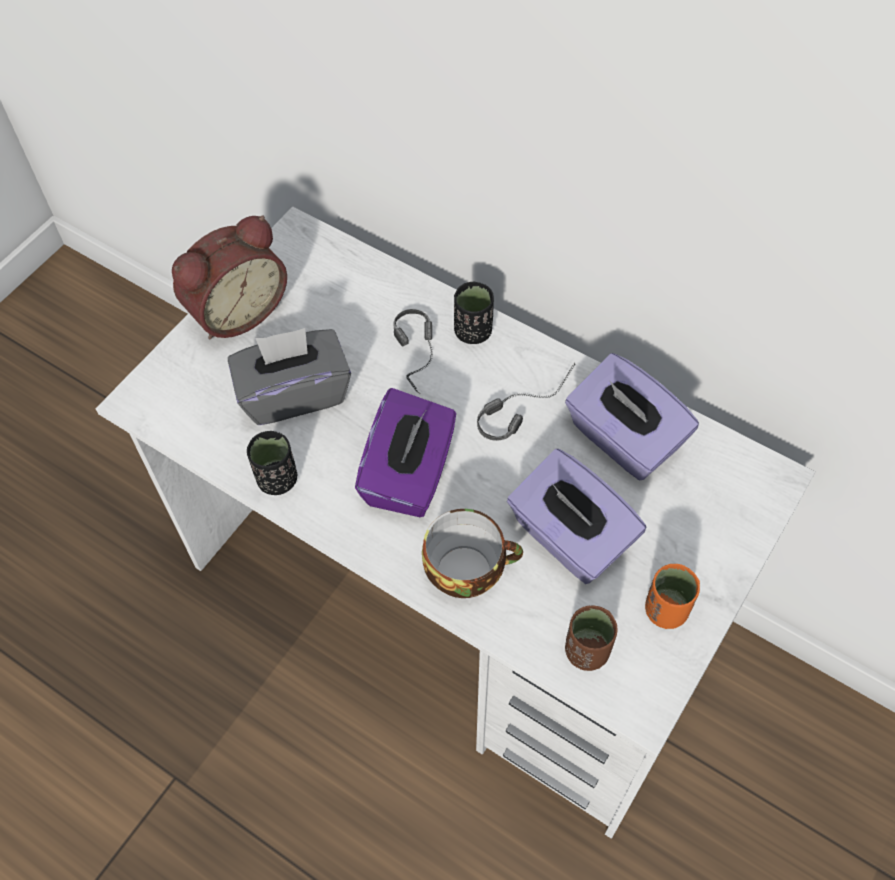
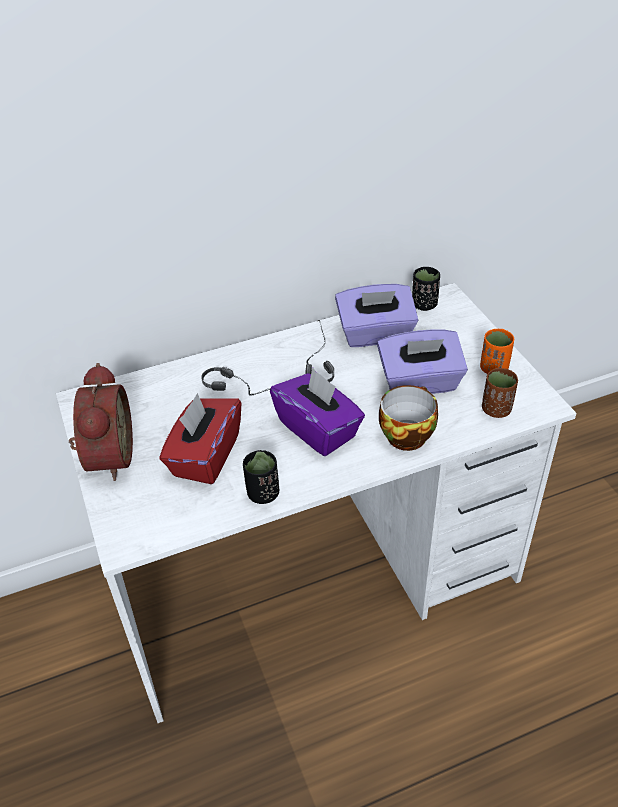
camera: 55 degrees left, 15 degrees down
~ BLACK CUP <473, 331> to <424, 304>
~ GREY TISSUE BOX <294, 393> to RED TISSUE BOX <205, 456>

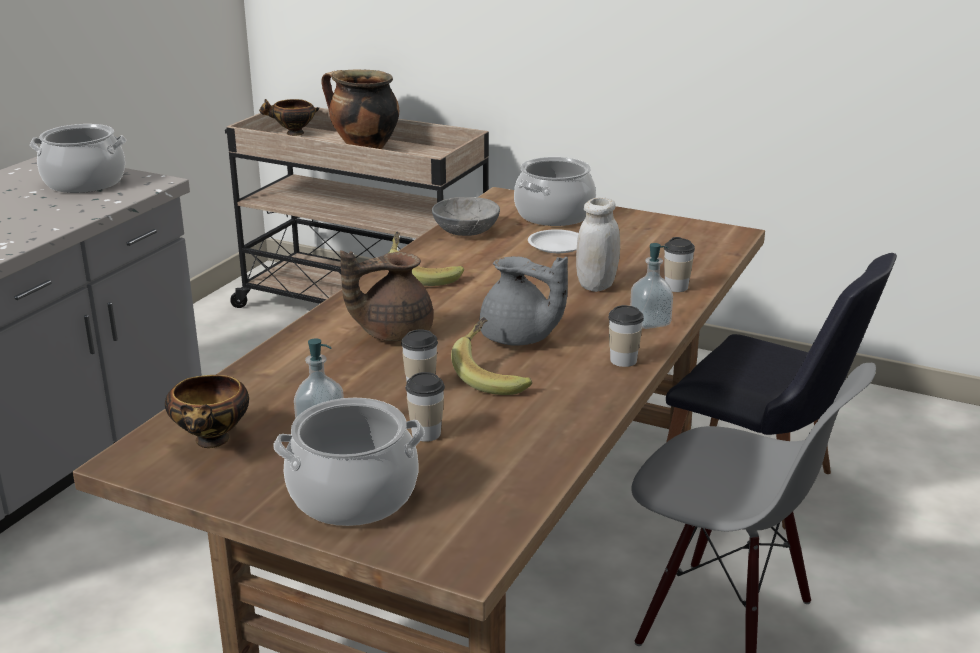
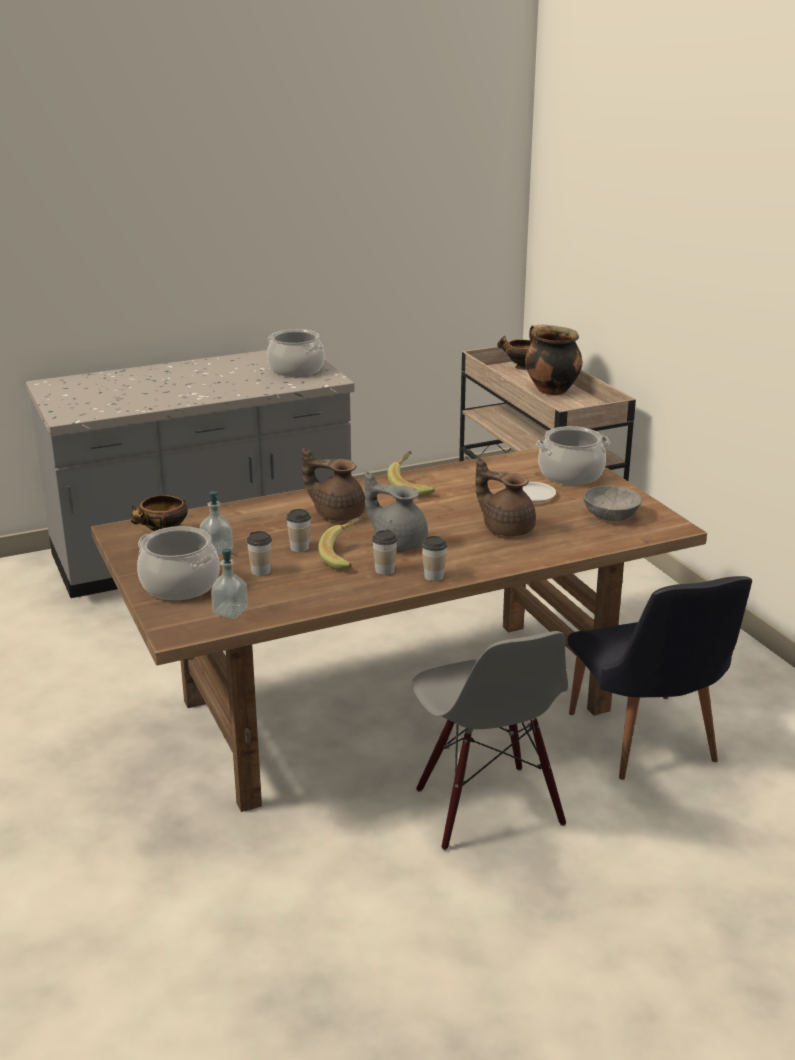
camera: 40 degrees right, 0 degrees up
~ GREY BOWL <465, 231> to <610, 515>
~ SOAP DISPENSER <650, 322> to <230, 612>
~ CUP <676, 287> to <384, 570>
~ WHITE JAR <596, 285> to BROWN TEAPOT <506, 528>
~ GREY TEAPOT <519, 339> = <398, 542> 135 degrees clockwise

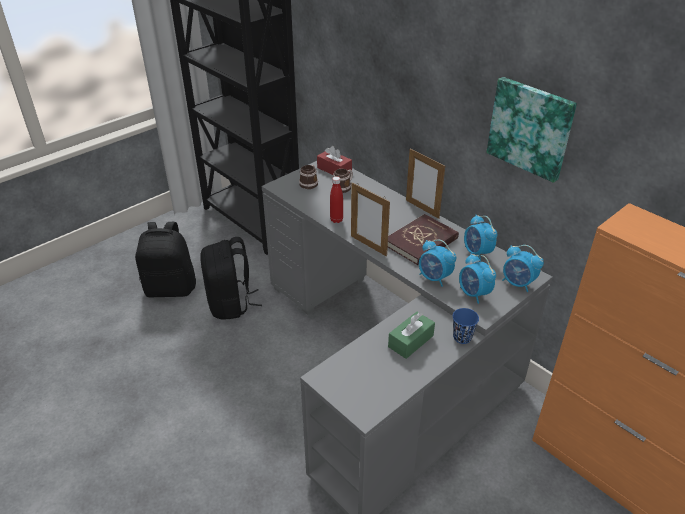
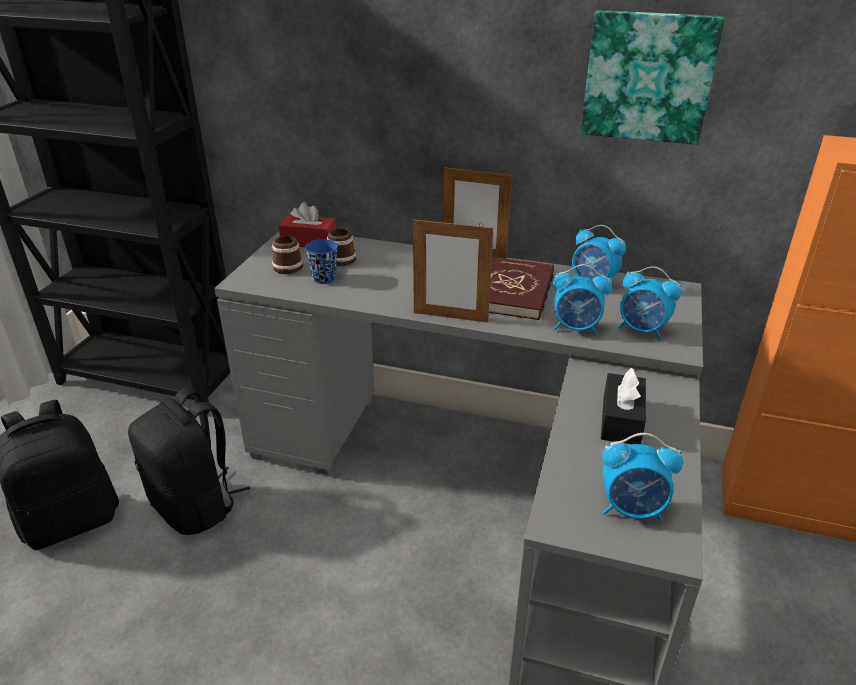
camera: 30 degrees left, 5 degrees down
- RED BOTTLE <336, 220>
~ BLUE CUP <462, 337> to <324, 278>
~ ALARM CLOCK <518, 283> to <632, 509>
~ GREEN TISSUE BOX <410, 341> to BLACK TISSUE BOX <621, 420>

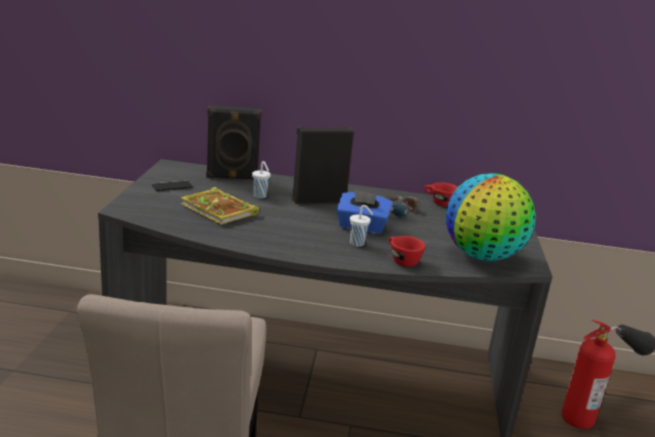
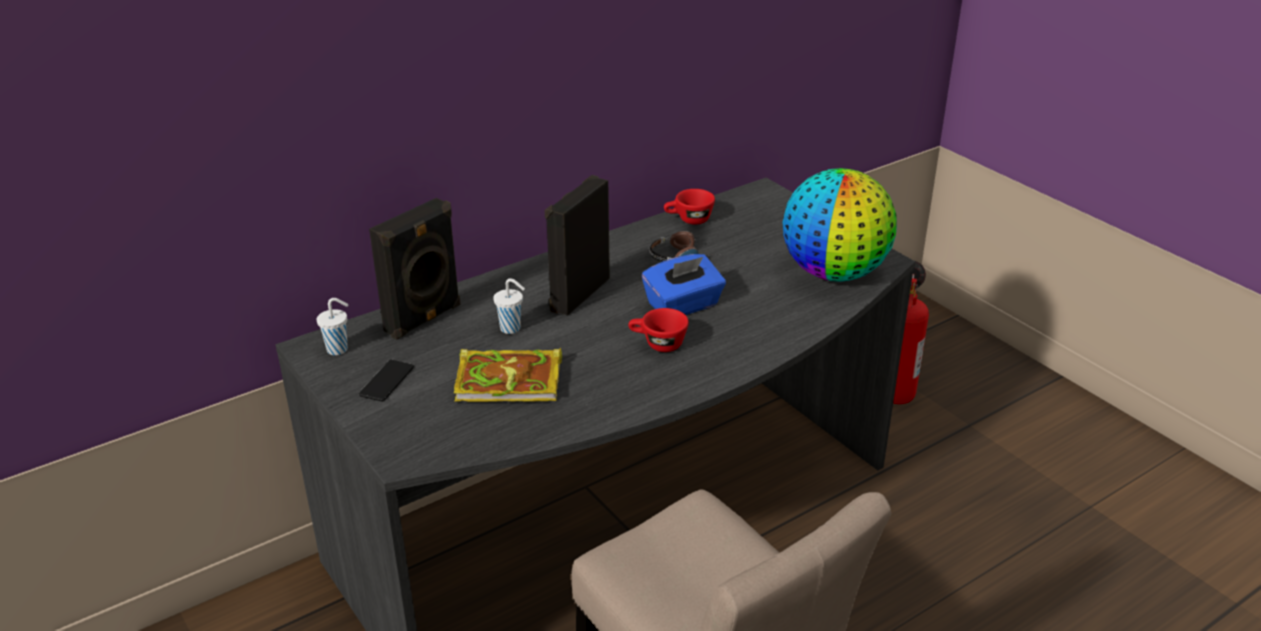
camera: 40 degrees left, 10 degrees up
~ WHITE CUP <358, 244> to <338, 349>
~ RED CUP <401, 260> to <657, 344>

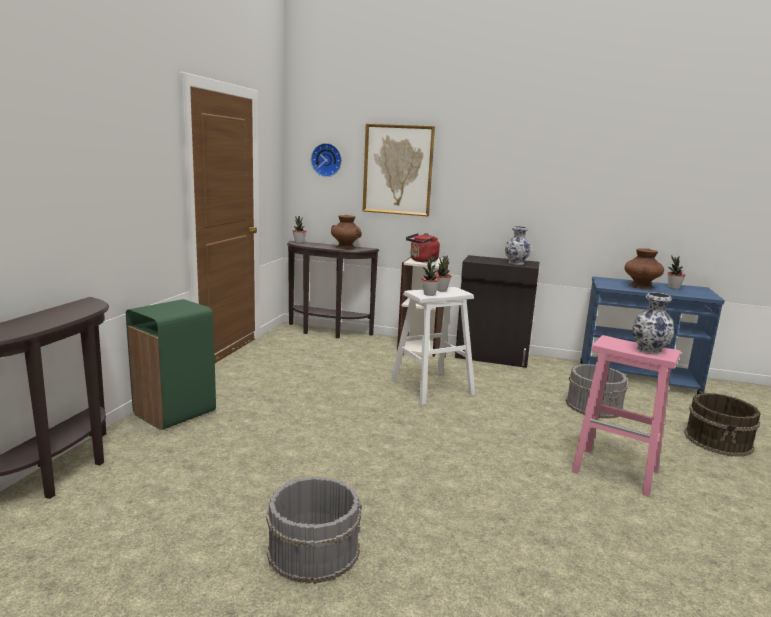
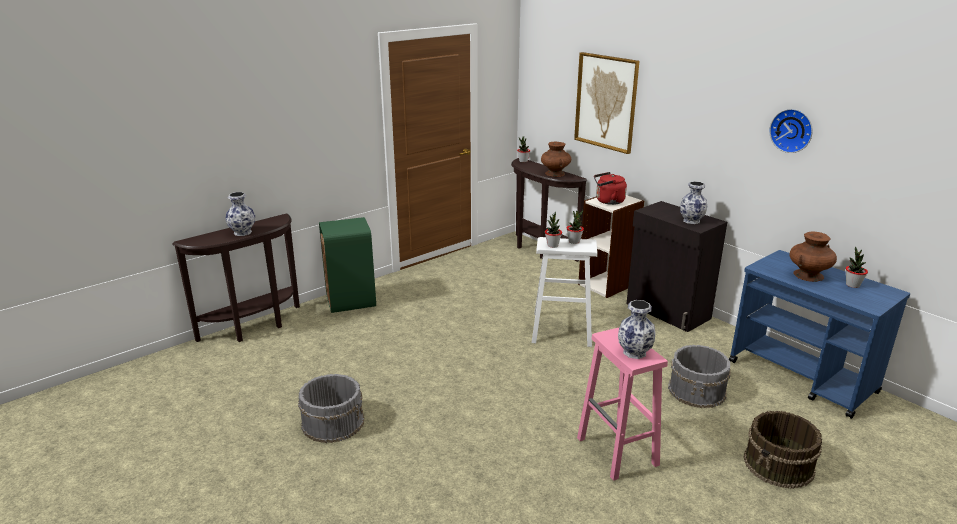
camera: 35 degrees right, 10 degrees up
+ VASE <243, 232>
~ WALL CLOCK <327, 160> to <792, 130>

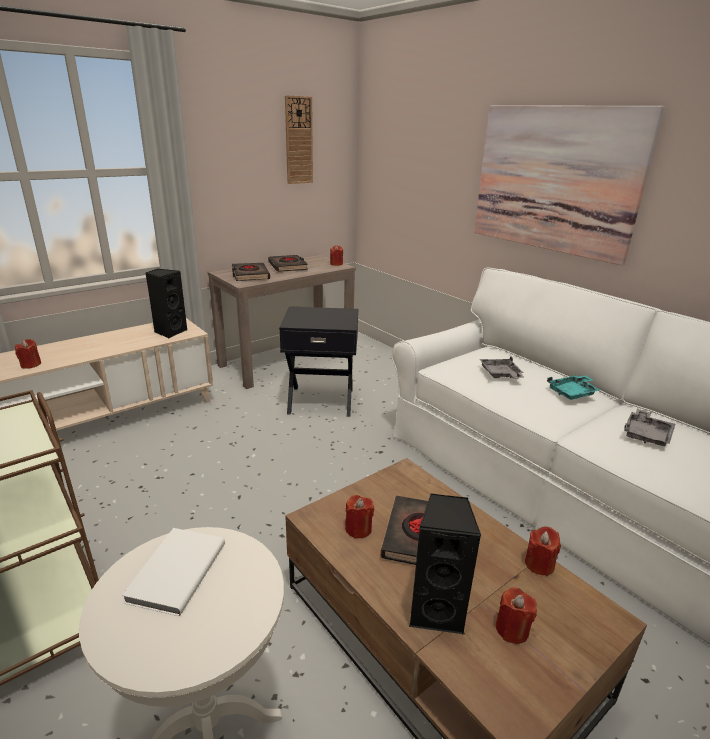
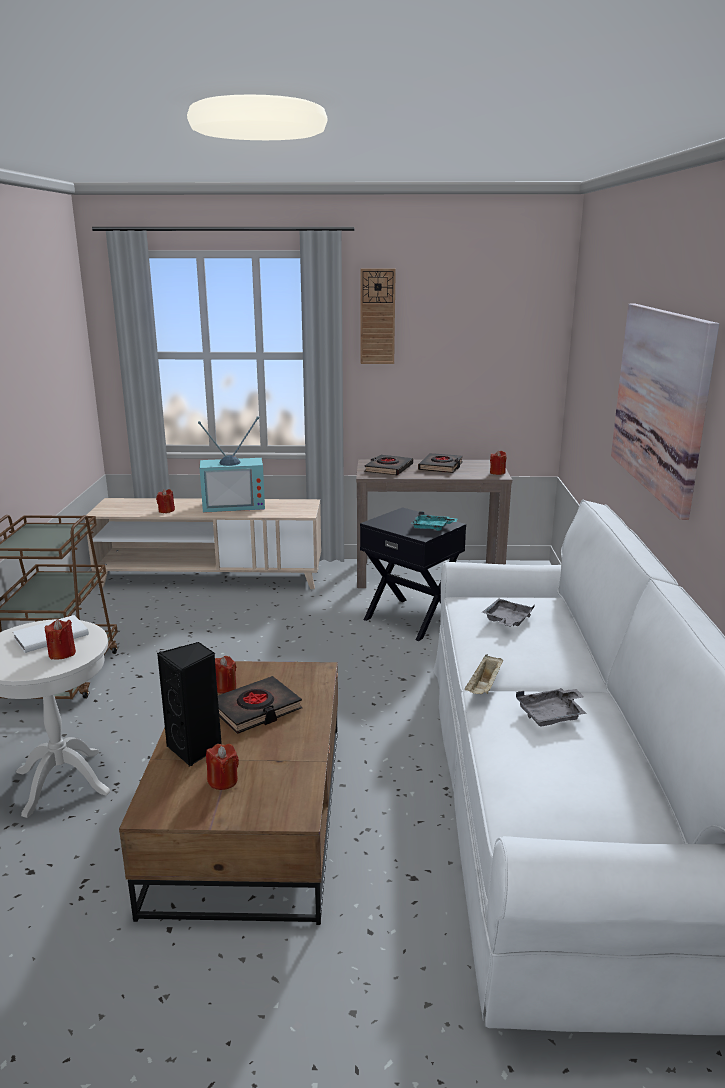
camera: 40 degrees right, 5 degrees down
- BLACK SPEAKER <170, 332>
+ TELEVISION <234, 505>
+ BEIGE TRAY <484, 686>
~ WALL CLOCK <298, 141> to <377, 317>
~ RED CANDLE <539, 564> to <62, 653>
~ TURQUOISE TRAY <573, 393> to <432, 527>

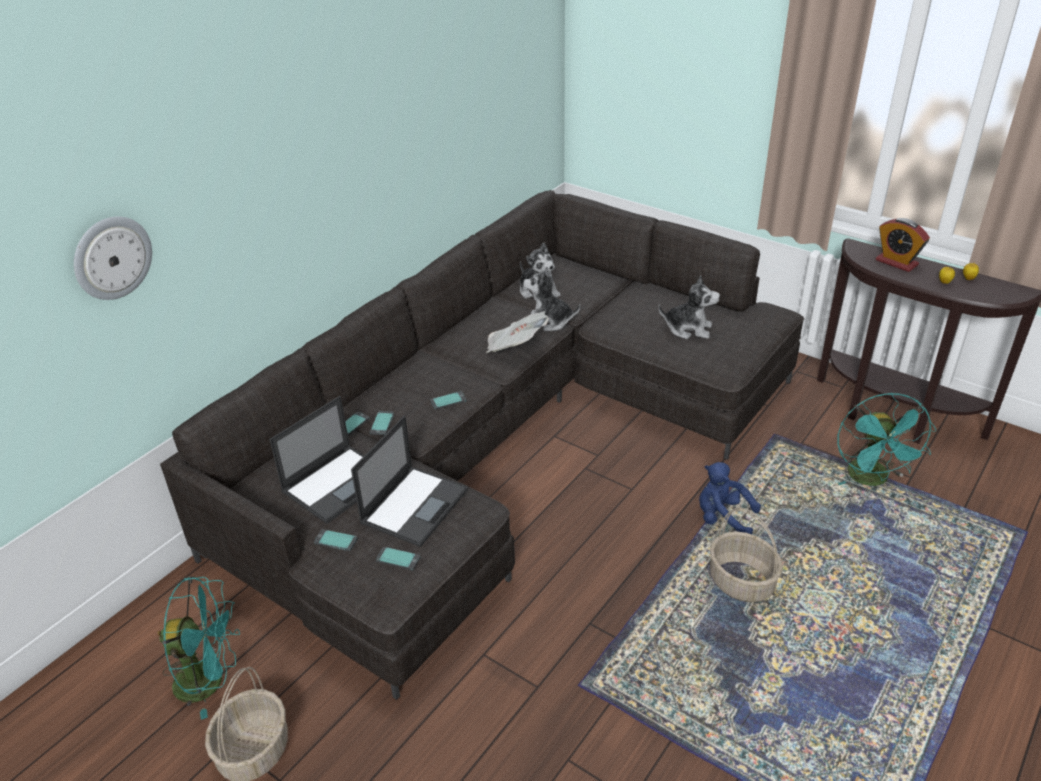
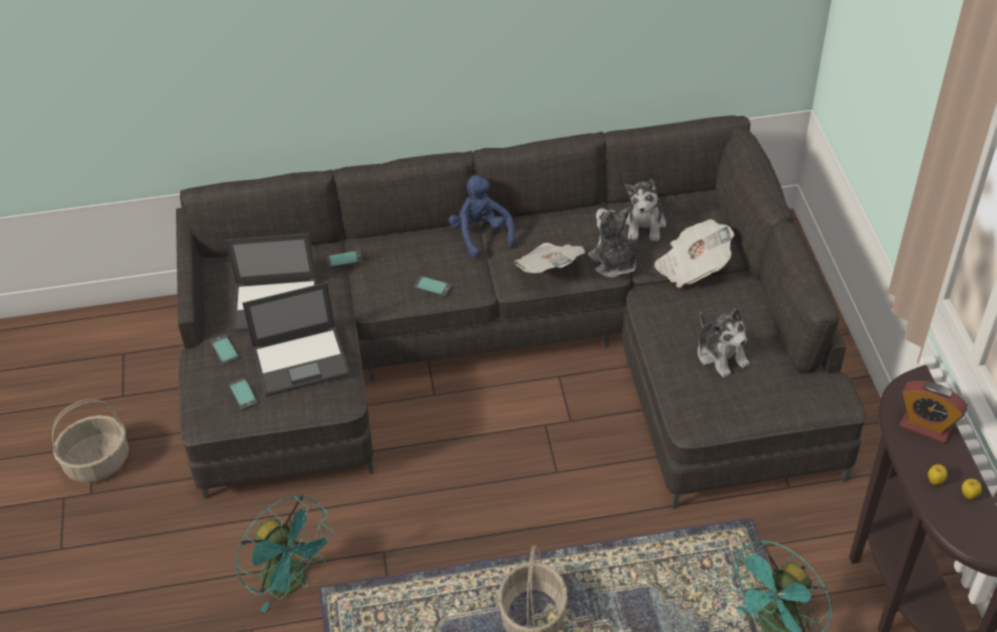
camera: 45 degrees right, 10 degrees up
- WALL CLOCK <112, 257>
- PHONE <382, 424>
+ NEWSPAPER <692, 267>
~ TURQUOISE FAN <210, 680> to <292, 581>
~ BLUE PLUSH TOY <723, 518> to <481, 234>
~ ALARM CLOCK <896, 262> = <925, 426> 60 degrees counterclockwise

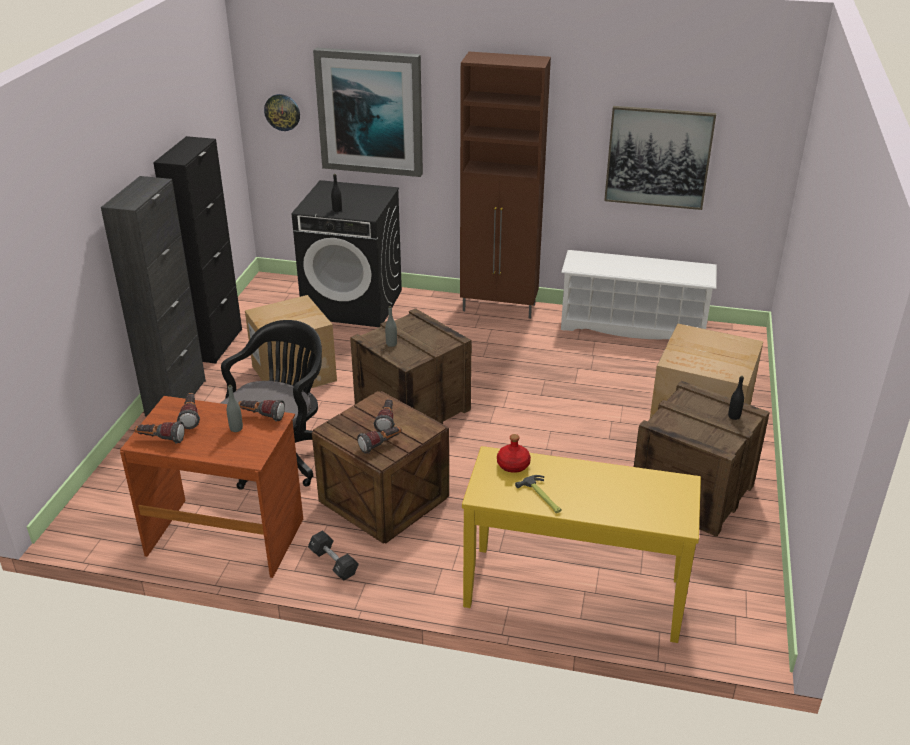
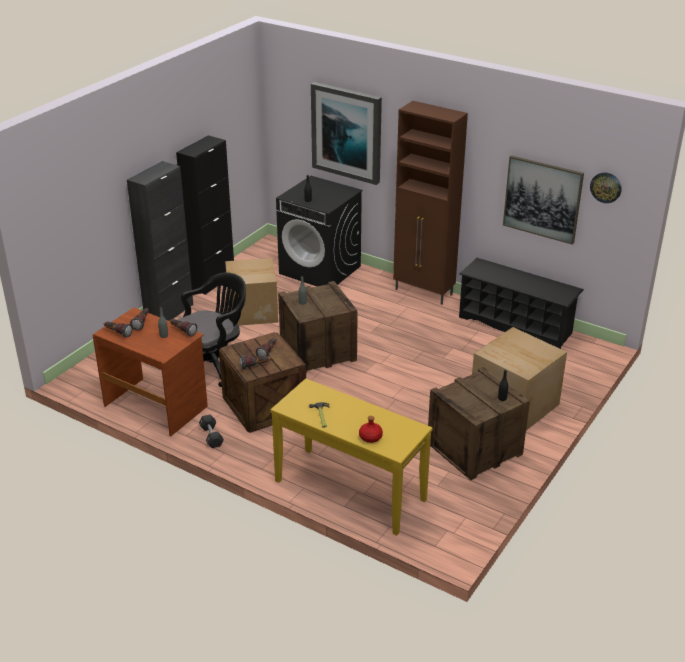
camera: 20 degrees right, 0 degrees up
~ WALL CLOCK <282, 112> to <606, 187>
~ RED BOTTLE <513, 465> to <370, 437>
~ WHITE SHOE RACK <633, 326> to BLACK SHOE RACK <515, 325>

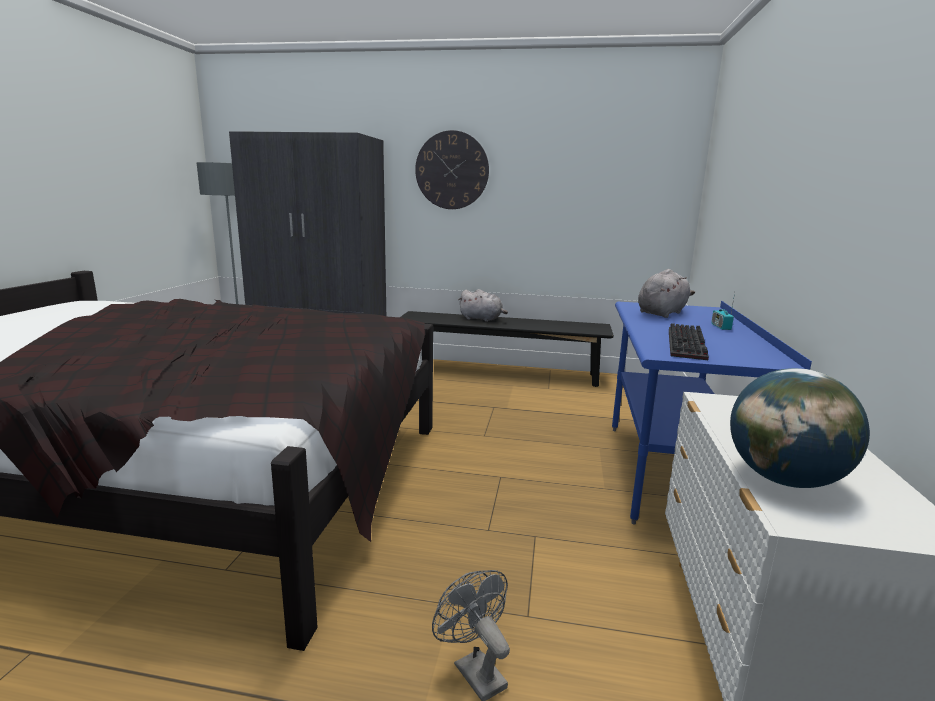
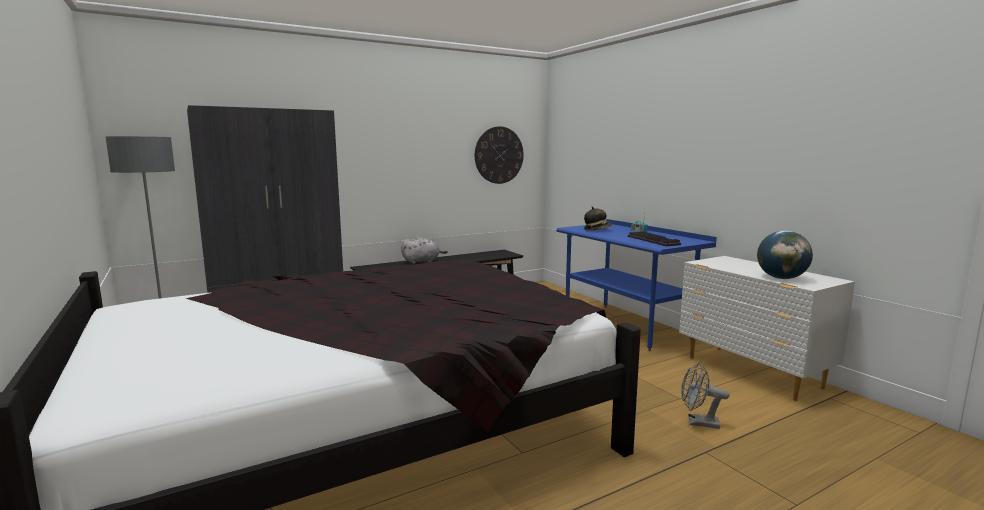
camera: 40 degrees left, 5 degrees down
~ WALL CLOCK <452, 170> to <499, 155>
~ GREY PLUSH TOY <662, 313> to HAT <597, 229>

